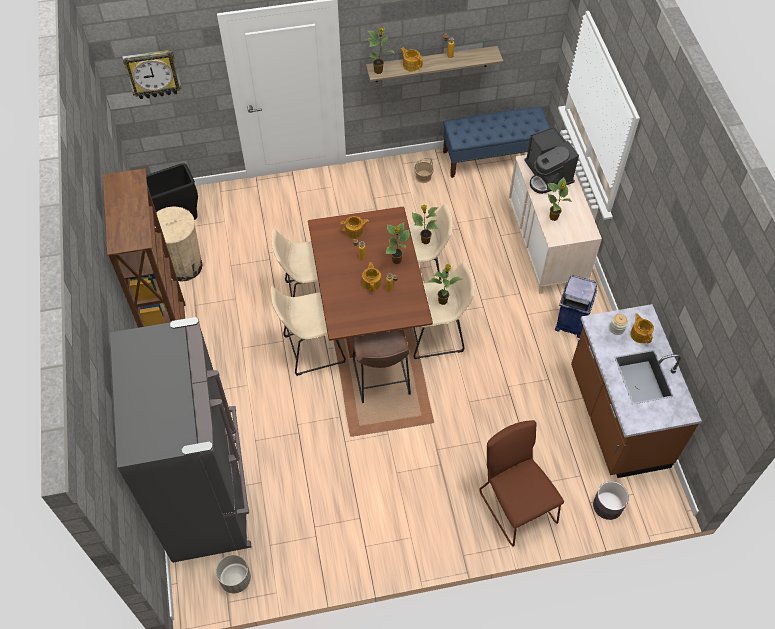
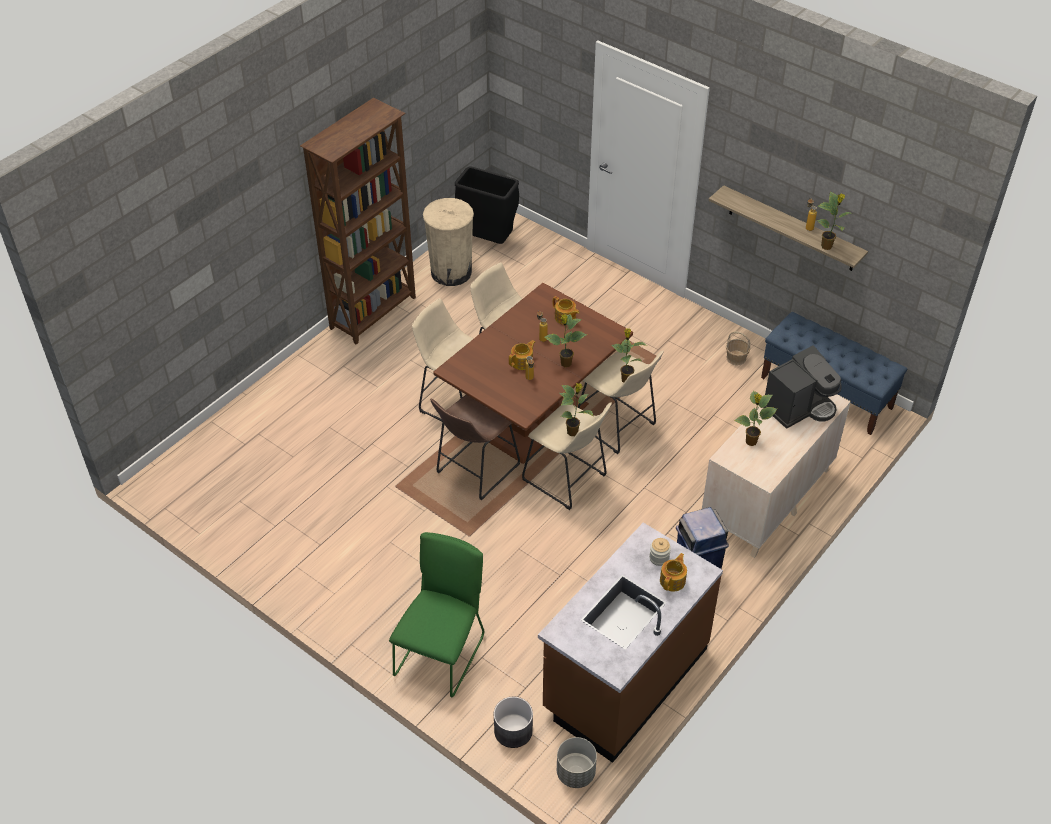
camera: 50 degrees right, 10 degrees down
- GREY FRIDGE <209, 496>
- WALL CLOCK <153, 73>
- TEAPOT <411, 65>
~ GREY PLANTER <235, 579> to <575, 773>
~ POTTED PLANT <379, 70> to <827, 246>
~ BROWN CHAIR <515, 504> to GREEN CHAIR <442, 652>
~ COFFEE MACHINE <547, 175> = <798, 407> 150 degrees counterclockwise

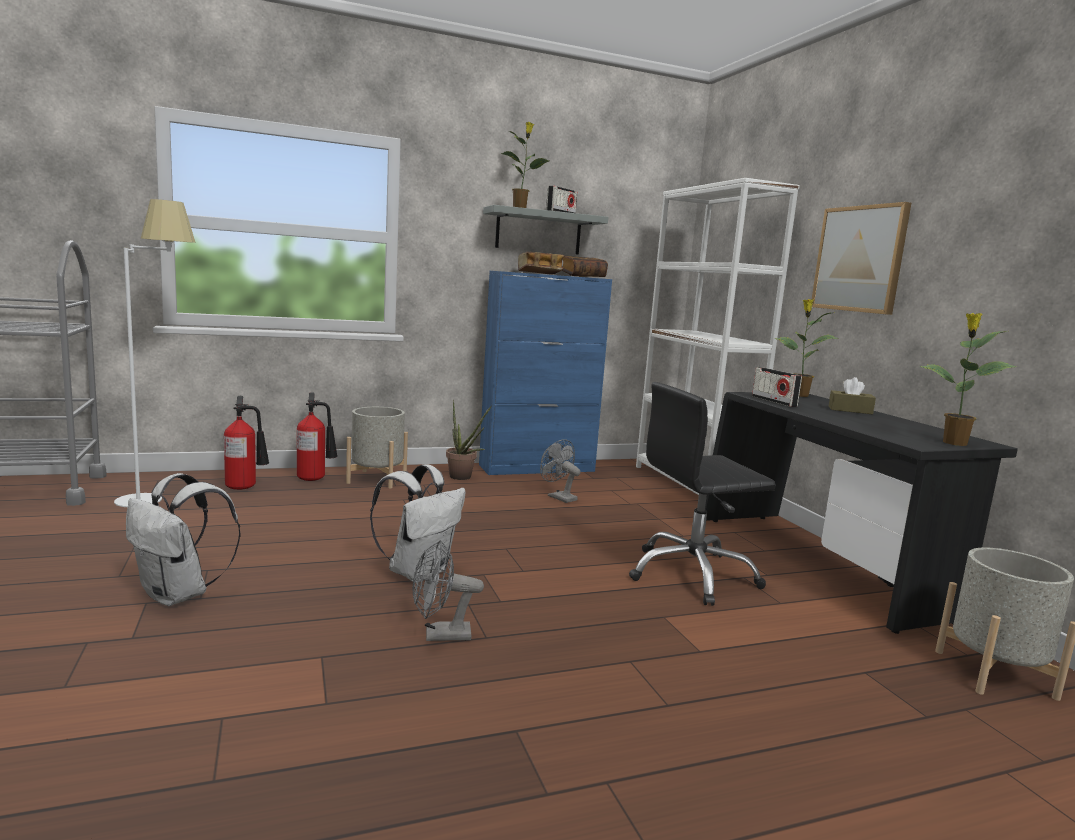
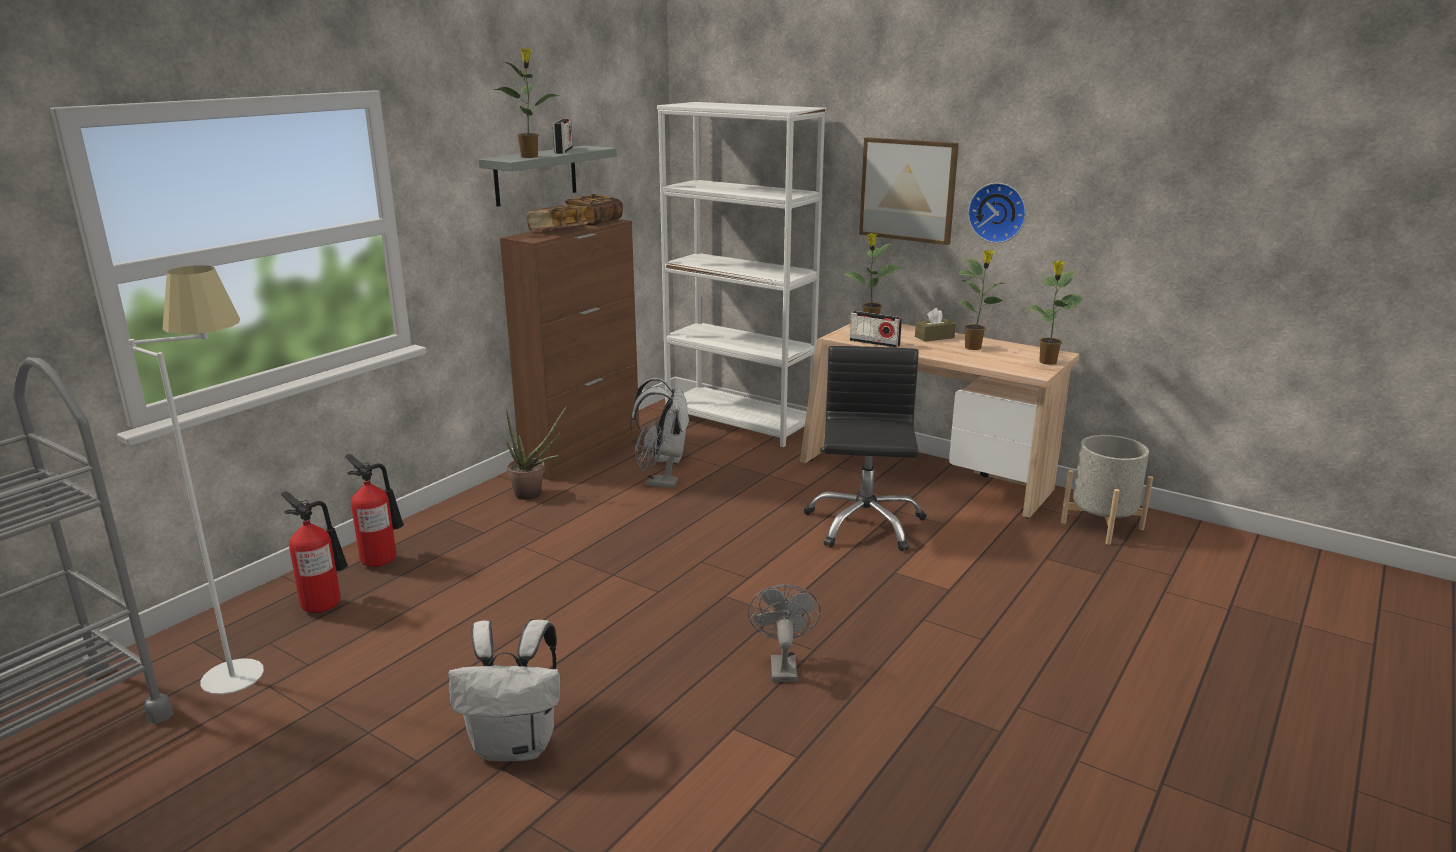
camera: 35 degrees left, 10 degrees up
- GREY PLANTER <377, 479>
+ POTTED PLANT <974, 347>
+ WALL CLOCK <998, 212>
~ WHITE BACKPACK <418, 572> to <665, 457>
~ BLUE CABINET <538, 468> to BROWN CABINET <583, 452>
~ BLACK DESK <818, 565> to BEIGE DESK <926, 476>
~ GREY FAN <440, 635> = <782, 665> 135 degrees clockwise
~ BLACK OFFICE CHAIR <692, 575> = <864, 524> 150 degrees clockwise

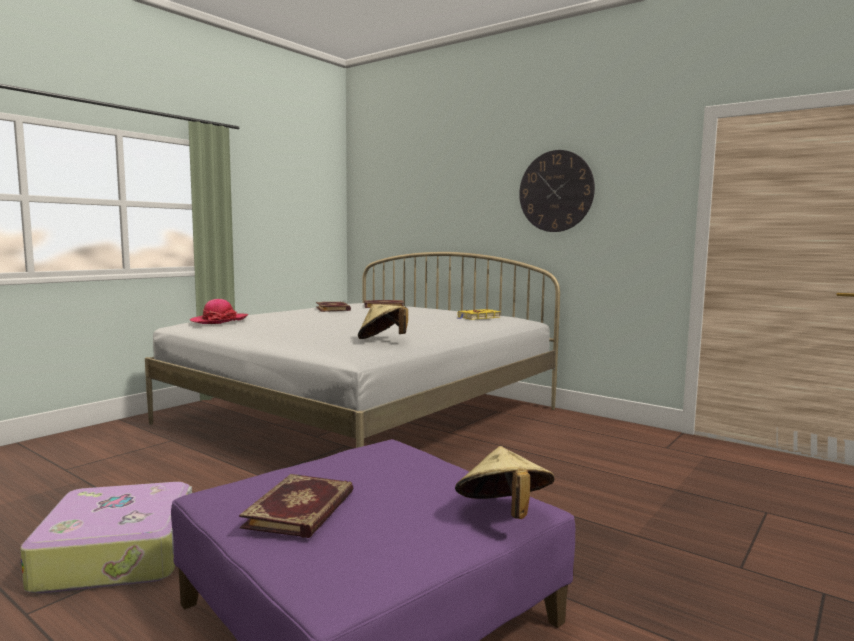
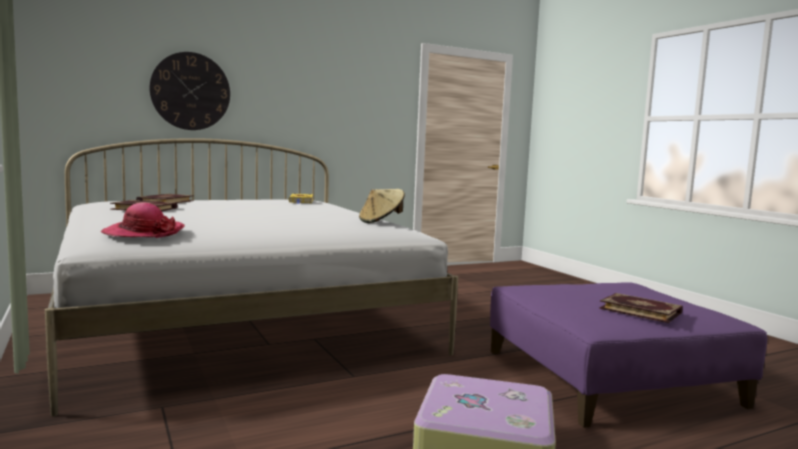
camera: 65 degrees left, 0 degrees up
- BEIGE HAT <503, 514>
~ WALL CLOCK <556, 191> to <190, 91>

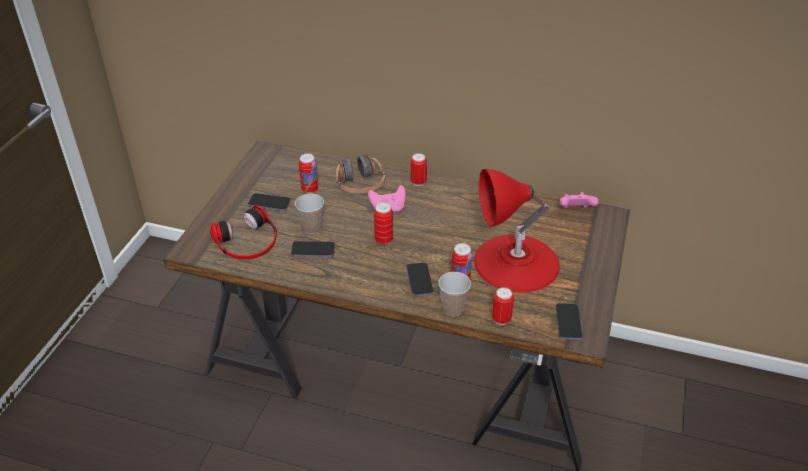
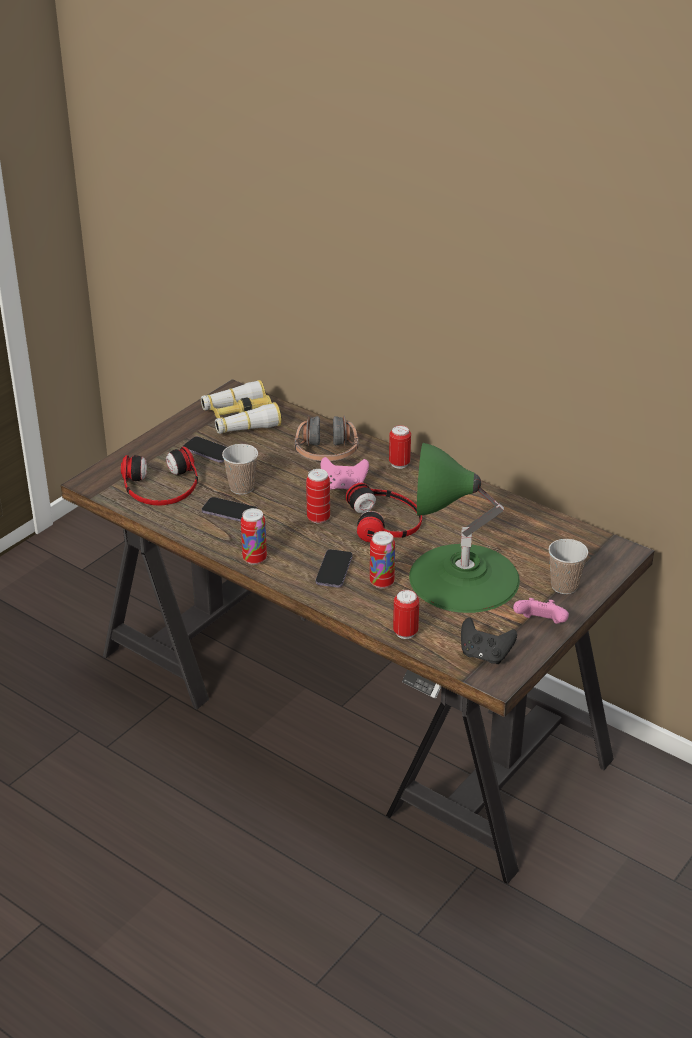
camera: 20 degrees right, 5 degrees down
+ BINOCULARS <240, 418>
+ HEADPHONES <386, 520>
~ CAN <310, 189> to <254, 559>
~ CUP <453, 309> to <564, 586>
~ PINK GAME CONTROLLER <575, 210> to <540, 624>
~ PHONE <568, 322> to BLACK GAME CONTROLLER <485, 655>
~ RED TABLE LAMP <516, 263> to GREEN TABLE LAMP <463, 578>

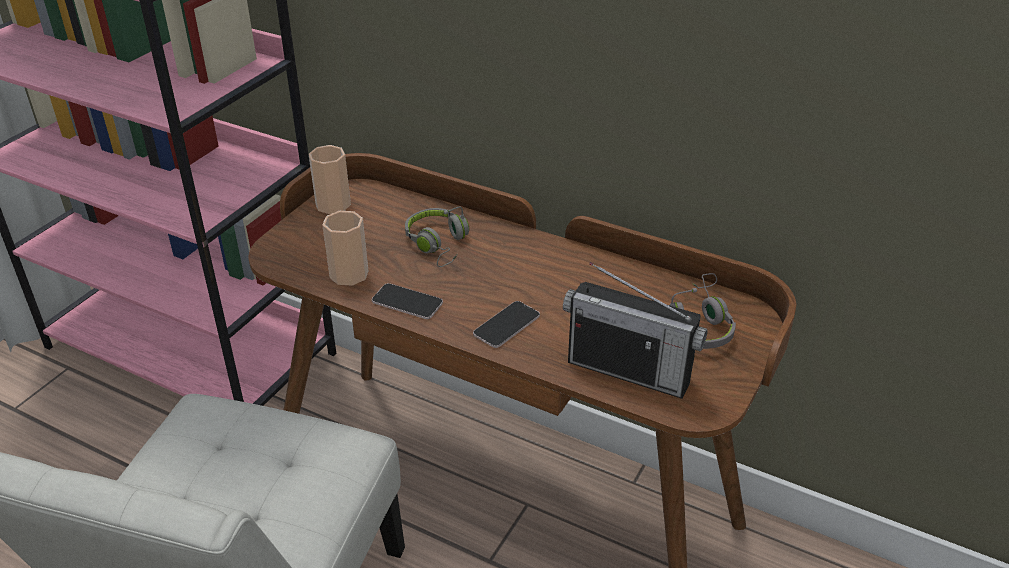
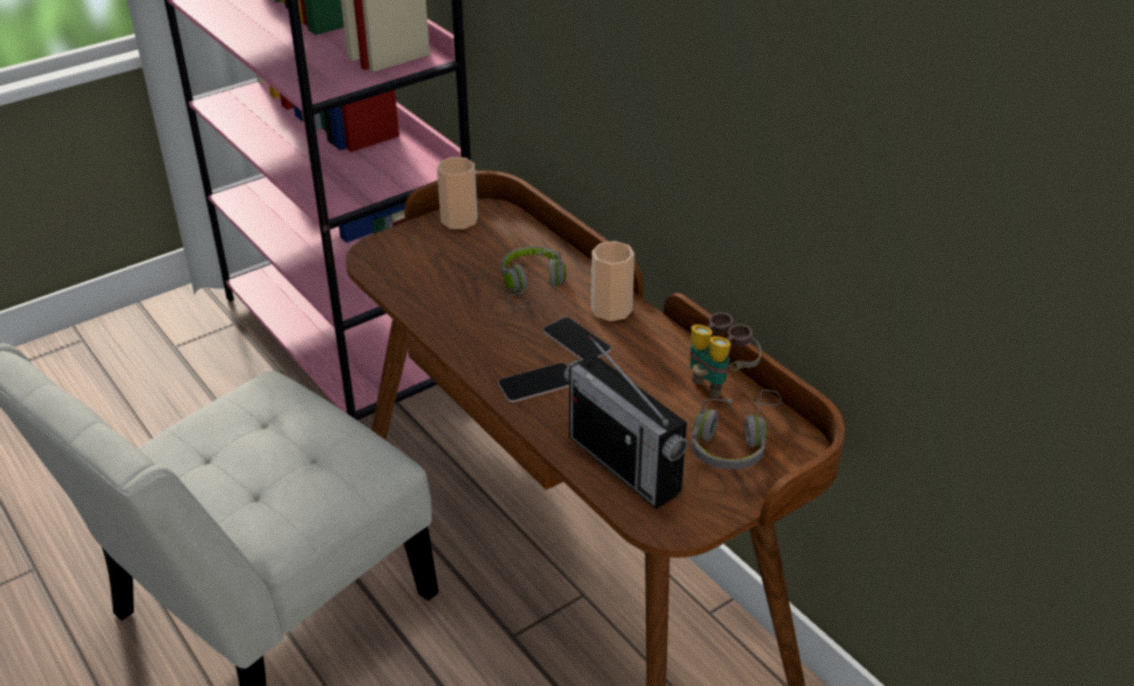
camera: 25 degrees right, 0 degrees up
+ BINOCULARS <719, 380>
~ CUP <349, 274> to <611, 309>
~ PHONE <407, 302> to <576, 341>

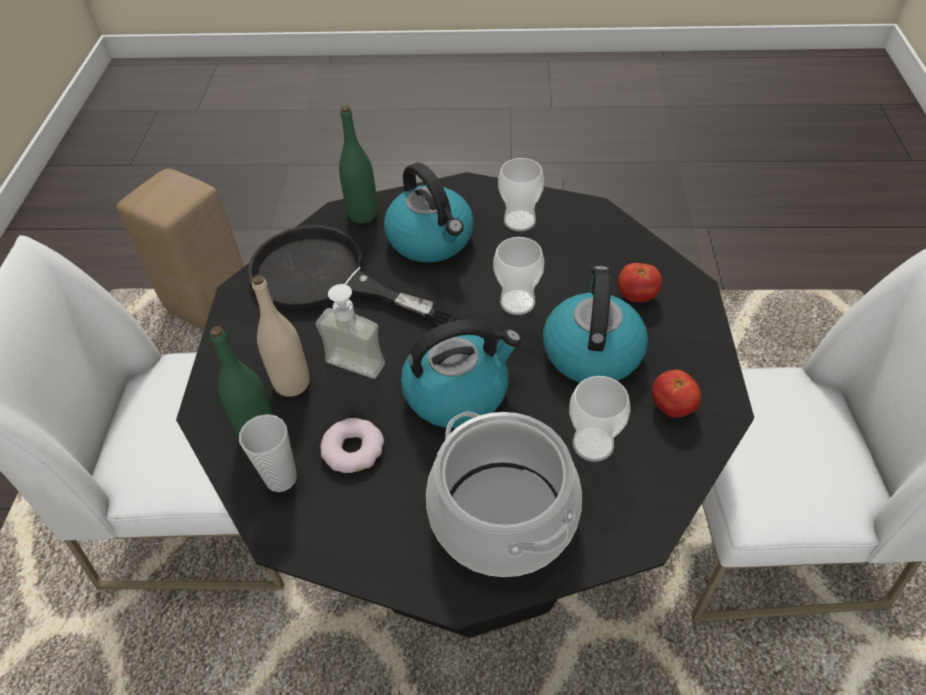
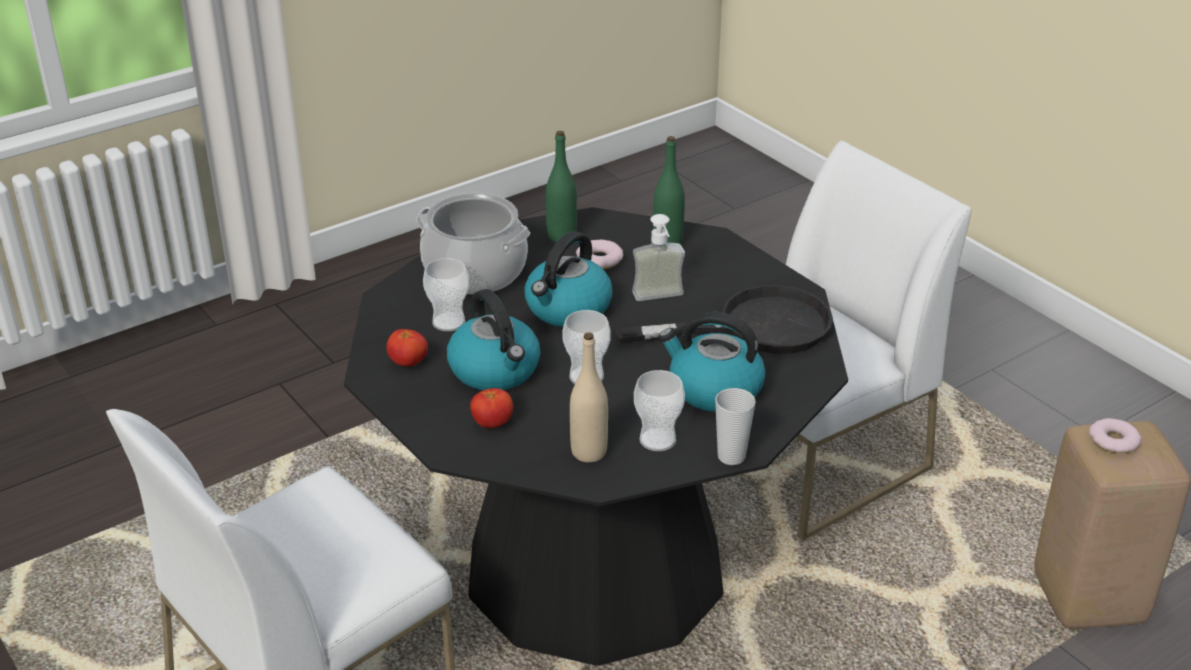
camera: 140 degrees right, 15 degrees down
+ DONUT <1113, 440>
~ CUP <281, 478> to <731, 456>
~ BEIGE BOTTLE <292, 383> to <589, 452>
~ GREEN BOTTLE <363, 214> to <561, 236>

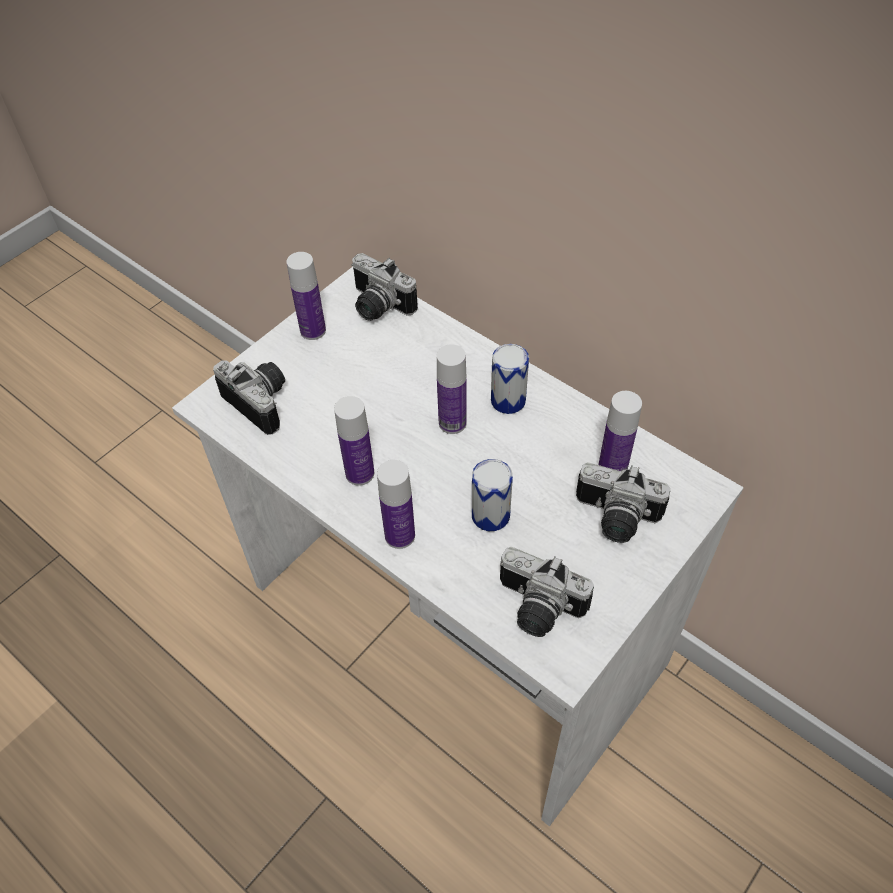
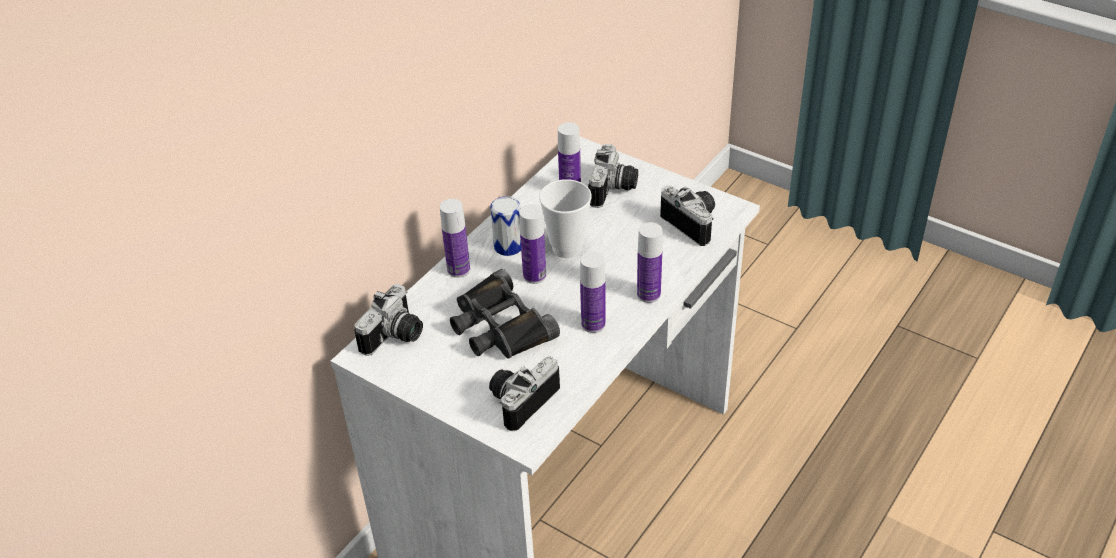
camera: 95 degrees left, 10 degrees down
- CAN <490, 515>
+ BLACK BINOCULARS <499, 326>
+ CUP <567, 248>
~ BOTTLE <313, 330> to <458, 269>
~ PHOTO CAMERA <536, 609> = <694, 223> 60 degrees counterclockwise

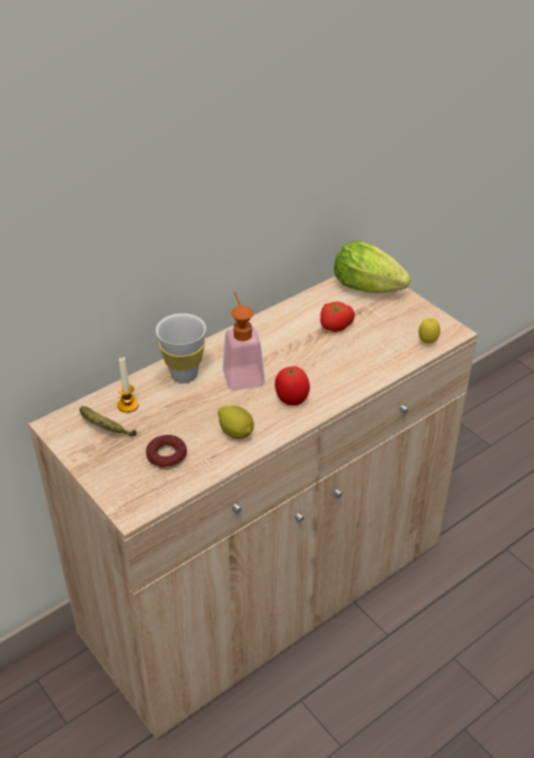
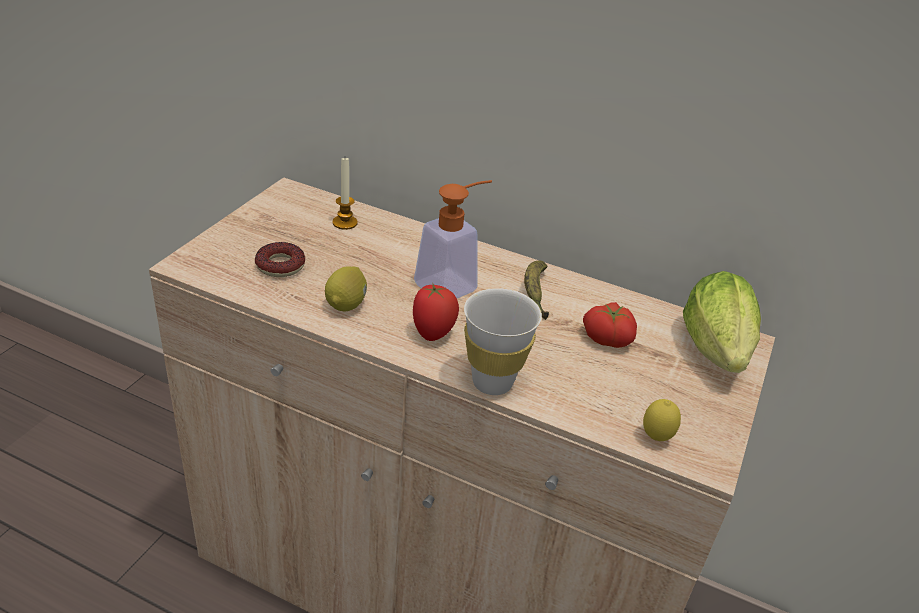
camera: 60 degrees right, 5 degrees down
~ BANANA <104, 428> to <535, 294>
~ WHITE CUP <184, 375> to <492, 382>

